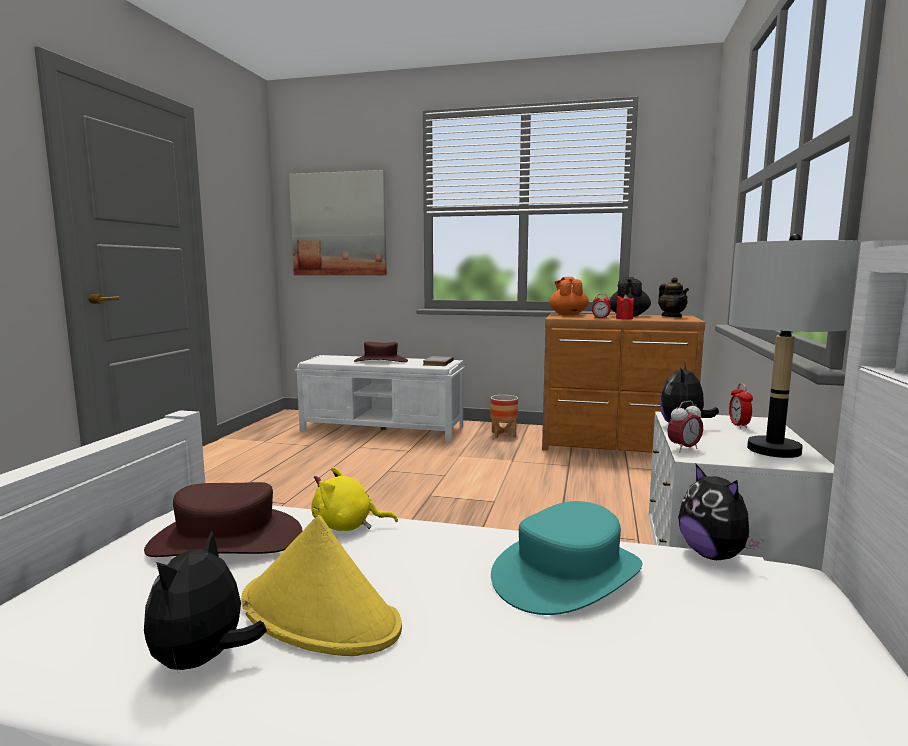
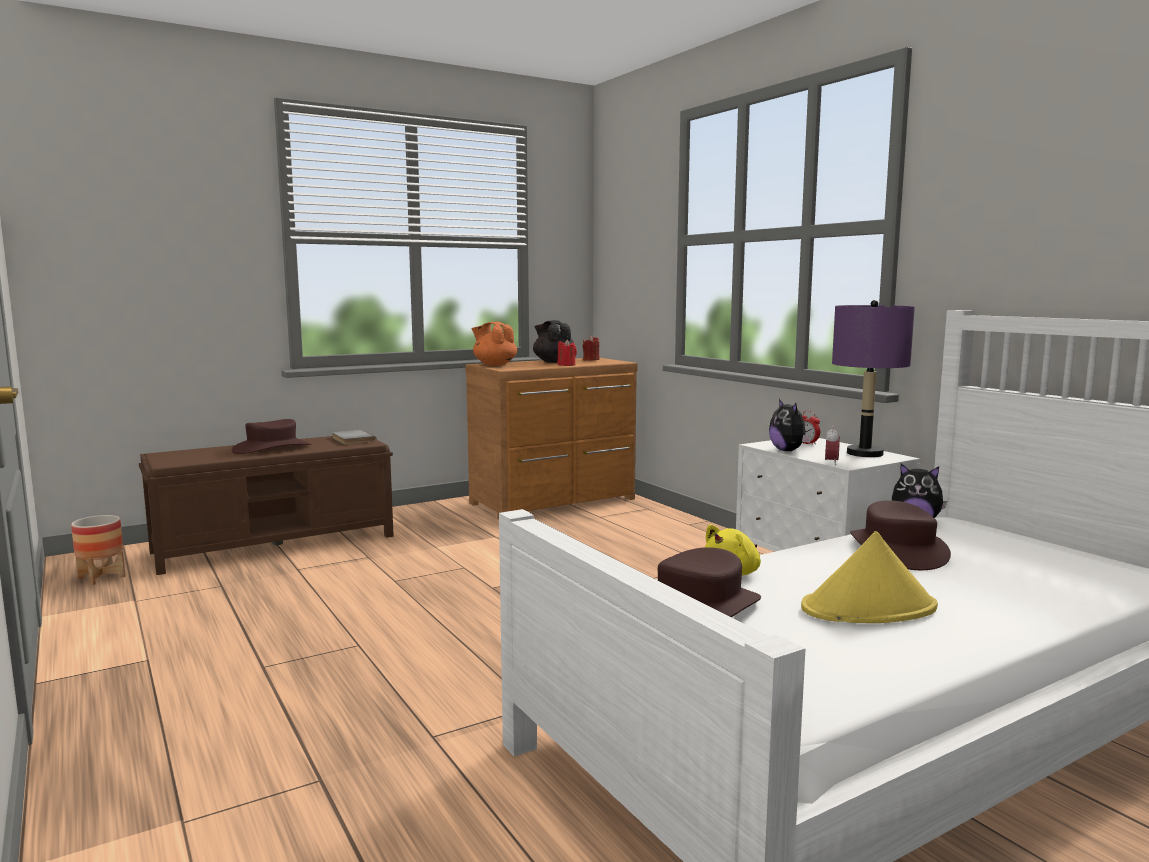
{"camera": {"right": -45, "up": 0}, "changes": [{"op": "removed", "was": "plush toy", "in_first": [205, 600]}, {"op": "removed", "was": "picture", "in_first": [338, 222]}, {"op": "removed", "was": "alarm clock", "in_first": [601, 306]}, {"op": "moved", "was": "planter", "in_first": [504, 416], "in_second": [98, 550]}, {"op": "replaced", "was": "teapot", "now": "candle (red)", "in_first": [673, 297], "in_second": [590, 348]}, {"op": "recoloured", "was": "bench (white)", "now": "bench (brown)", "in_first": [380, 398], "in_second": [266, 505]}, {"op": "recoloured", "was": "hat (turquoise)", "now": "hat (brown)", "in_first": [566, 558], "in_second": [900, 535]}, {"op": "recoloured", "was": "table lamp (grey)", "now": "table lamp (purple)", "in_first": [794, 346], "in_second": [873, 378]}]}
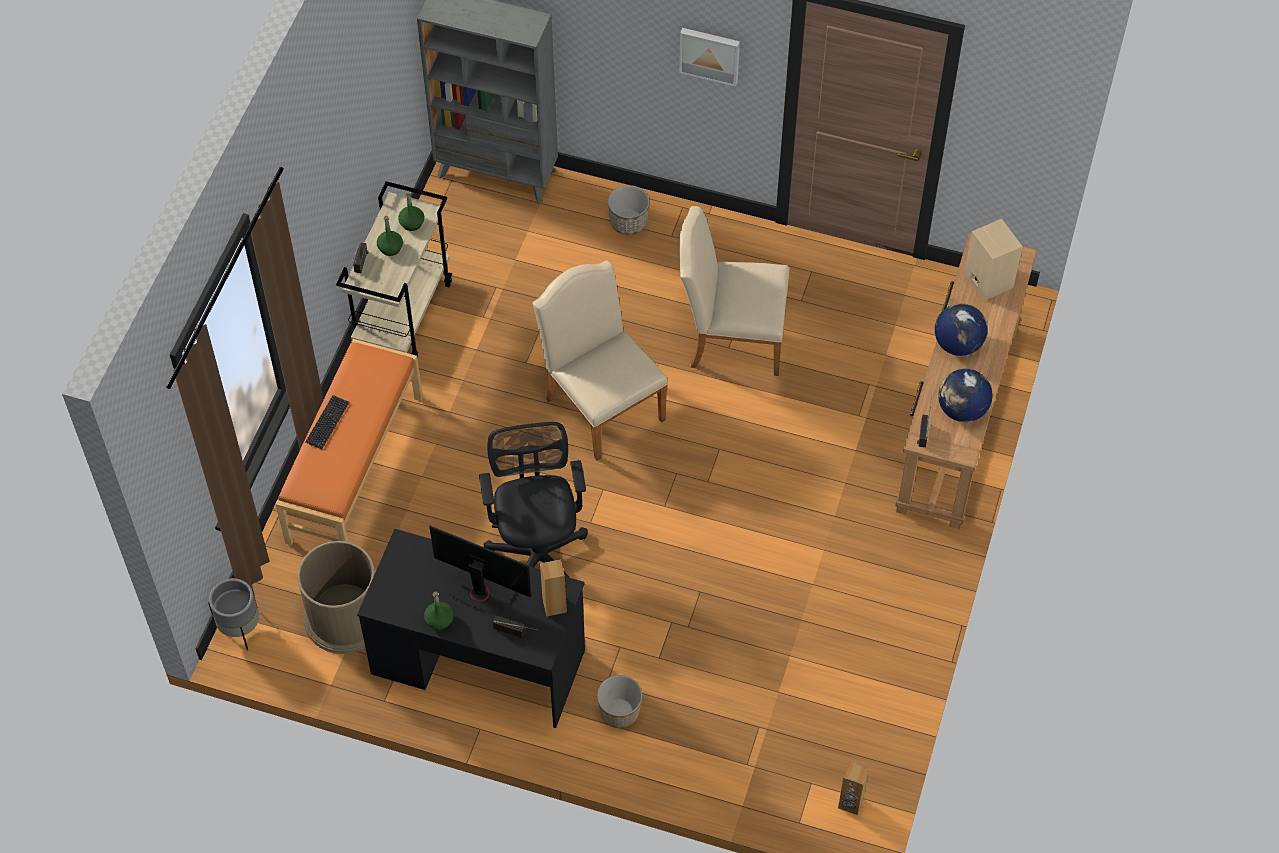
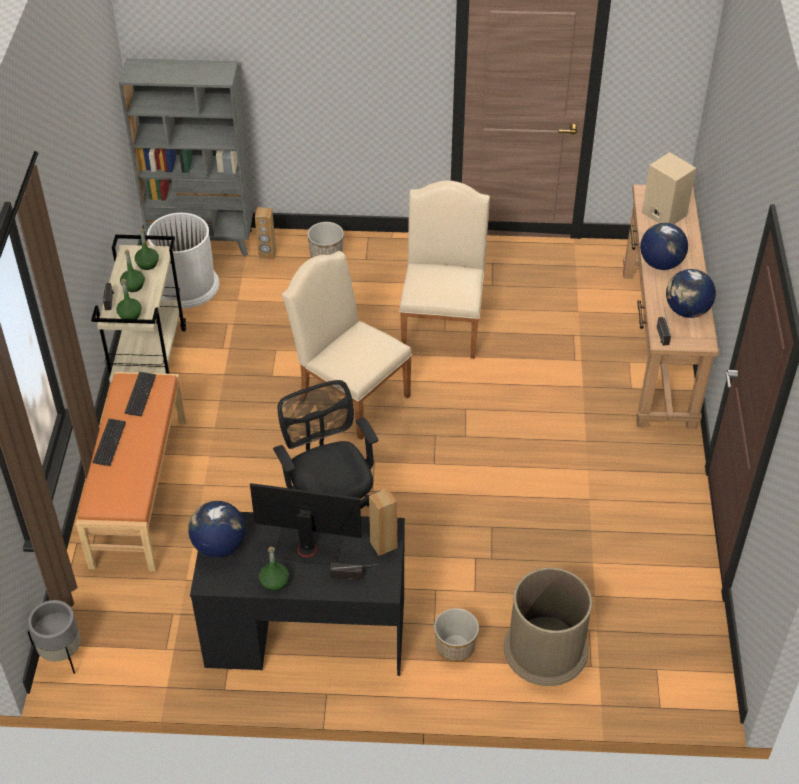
{"camera": {"right": -15, "up": -10}, "changes": [{"op": "removed", "was": "picture", "in_first": [709, 57]}, {"op": "added", "now": "bottle (green)", "in_second": [129, 299]}, {"op": "added", "now": "keyboard", "in_second": [140, 394]}, {"op": "added", "now": "trash can (white)", "in_second": [183, 260]}, {"op": "added", "now": "globe", "in_second": [216, 529]}, {"op": "moved", "was": "trash can (brown)", "in_first": [336, 597], "in_second": [548, 627]}, {"op": "moved", "was": "speaker (brown)", "in_first": [853, 788], "in_second": [265, 233]}, {"op": "turned", "was": "chair (beige)", "in_first": [734, 291], "in_second": [444, 270], "clockwise": 105}]}
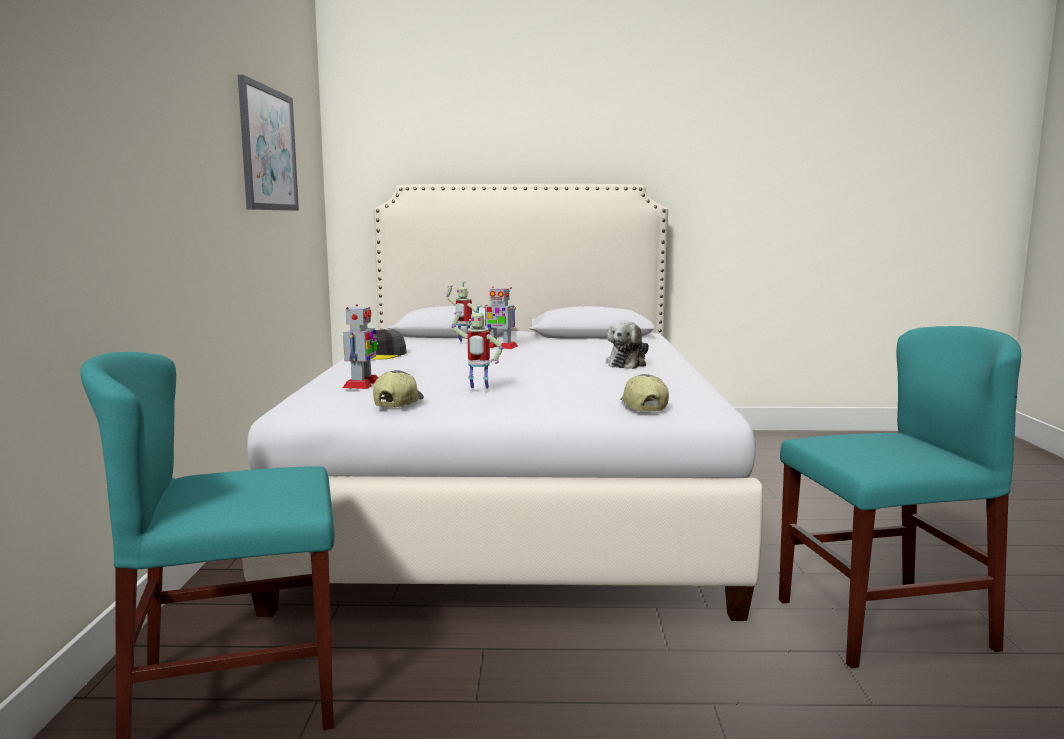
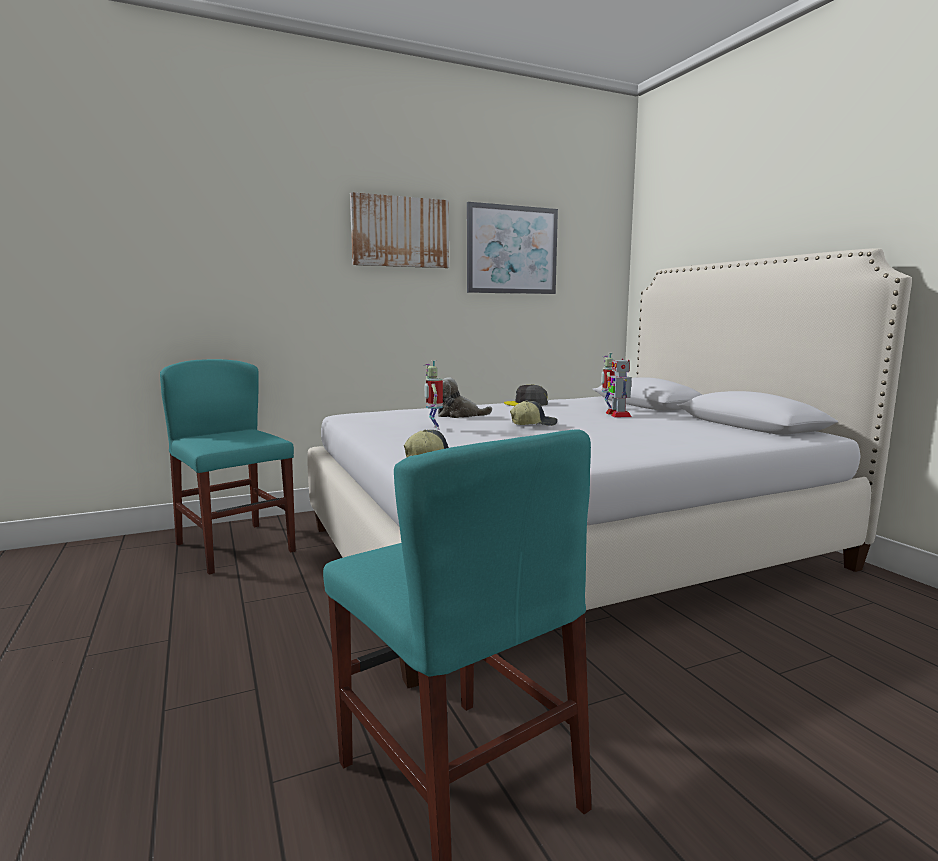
{"camera": {"right": 65, "up": 0}, "changes": [{"op": "removed", "was": "toy robot", "in_first": [360, 346]}, {"op": "added", "now": "picture", "in_second": [399, 230]}, {"op": "moved", "was": "cap", "in_first": [398, 388], "in_second": [533, 413]}, {"op": "moved", "was": "plush toy", "in_first": [627, 345], "in_second": [465, 398]}]}
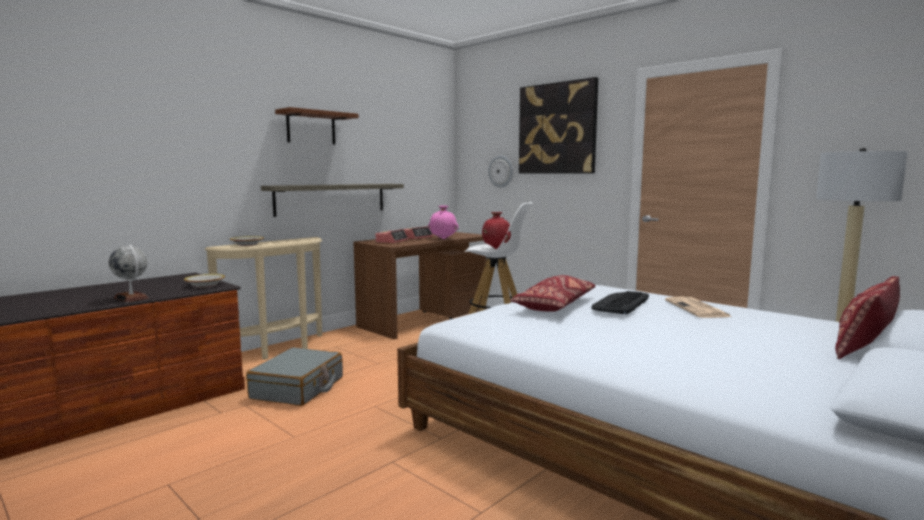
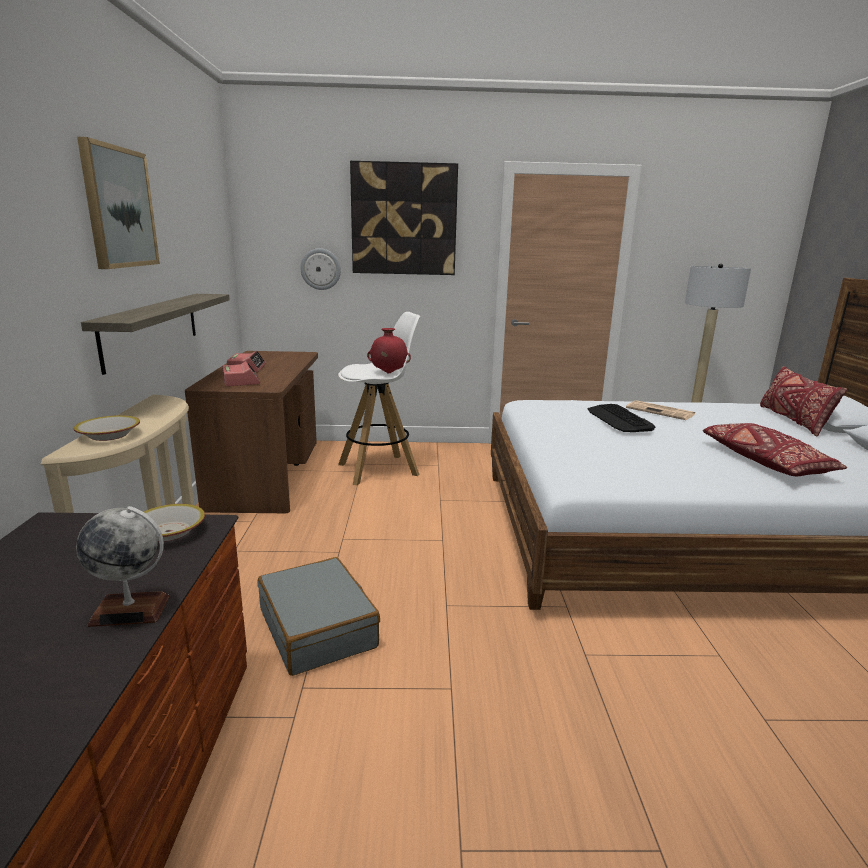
{"camera": {"right": -45, "up": 10}, "changes": [{"op": "removed", "was": "vase (pink)", "in_first": [443, 222]}, {"op": "moved", "was": "pillow (red)", "in_first": [553, 293], "in_second": [775, 449]}, {"op": "replaced", "was": "shelf (brown)", "now": "picture", "in_first": [317, 125], "in_second": [118, 203]}]}
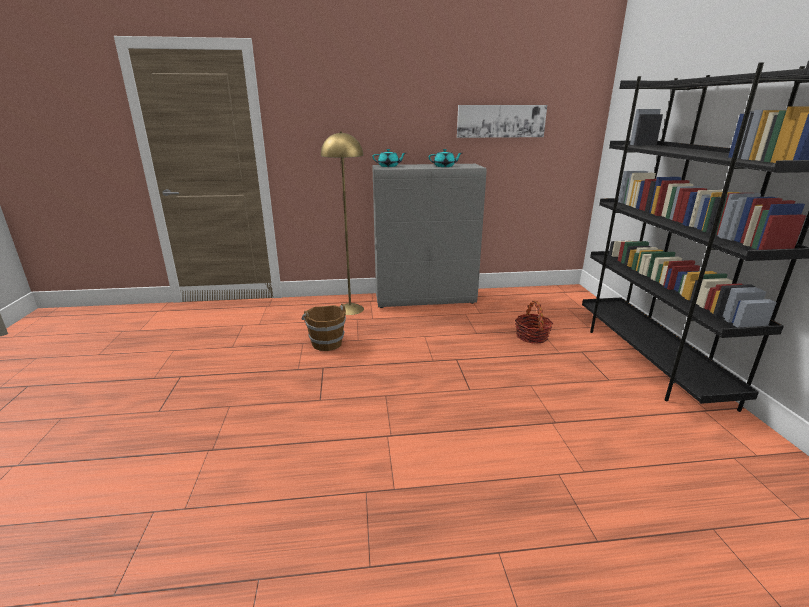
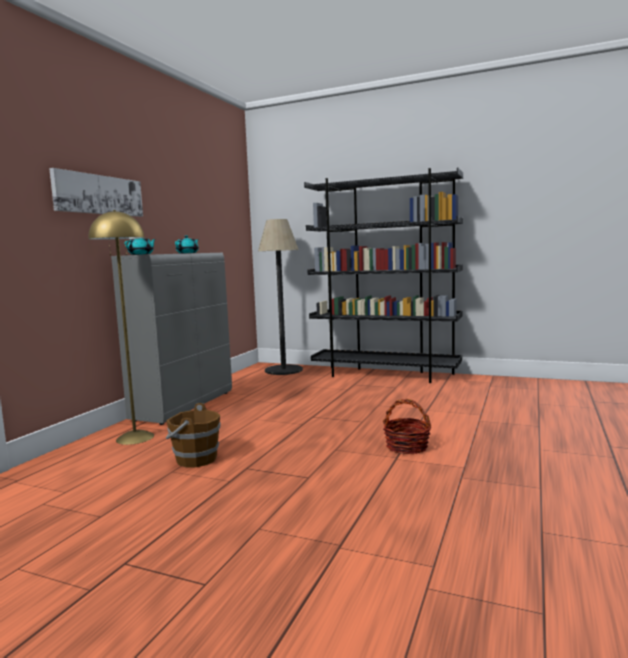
{"camera": {"right": -60, "up": -15}, "changes": [{"op": "added", "now": "floor lamp", "in_second": [280, 297]}, {"op": "moved", "was": "picture", "in_first": [502, 121], "in_second": [96, 192]}, {"op": "moved", "was": "basket", "in_first": [534, 322], "in_second": [407, 426]}]}
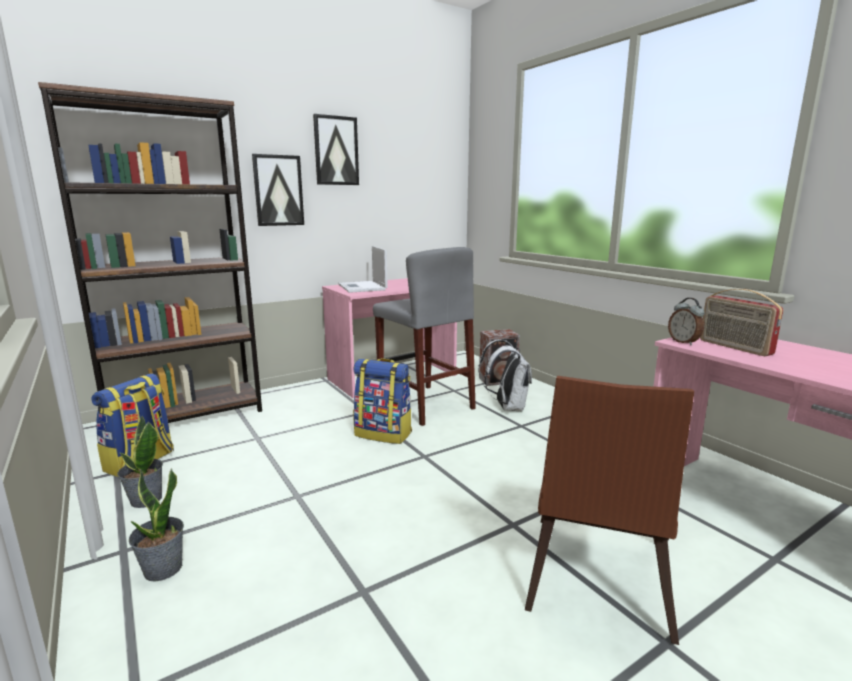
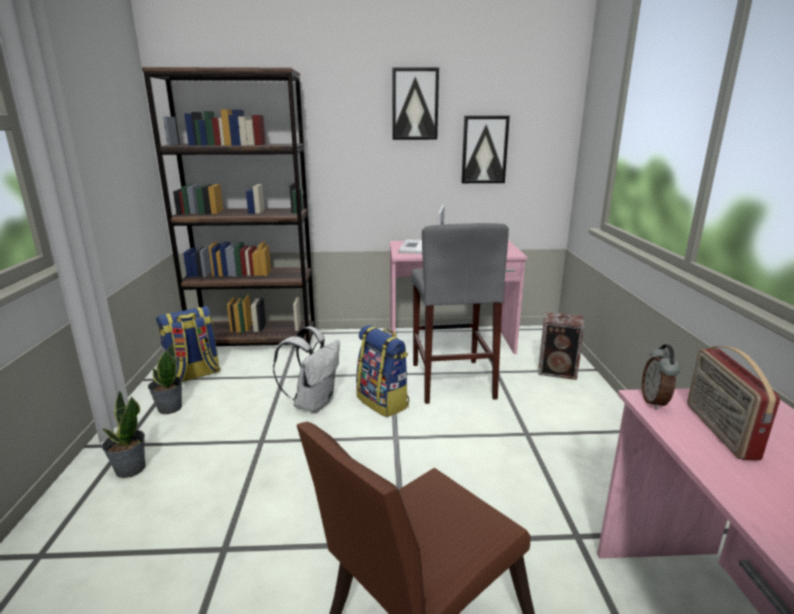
{"camera": {"right": 30, "up": 5}, "changes": [{"op": "moved", "was": "picture", "in_first": [278, 190], "in_second": [485, 149]}, {"op": "moved", "was": "backpack (white)", "in_first": [505, 375], "in_second": [306, 369]}]}
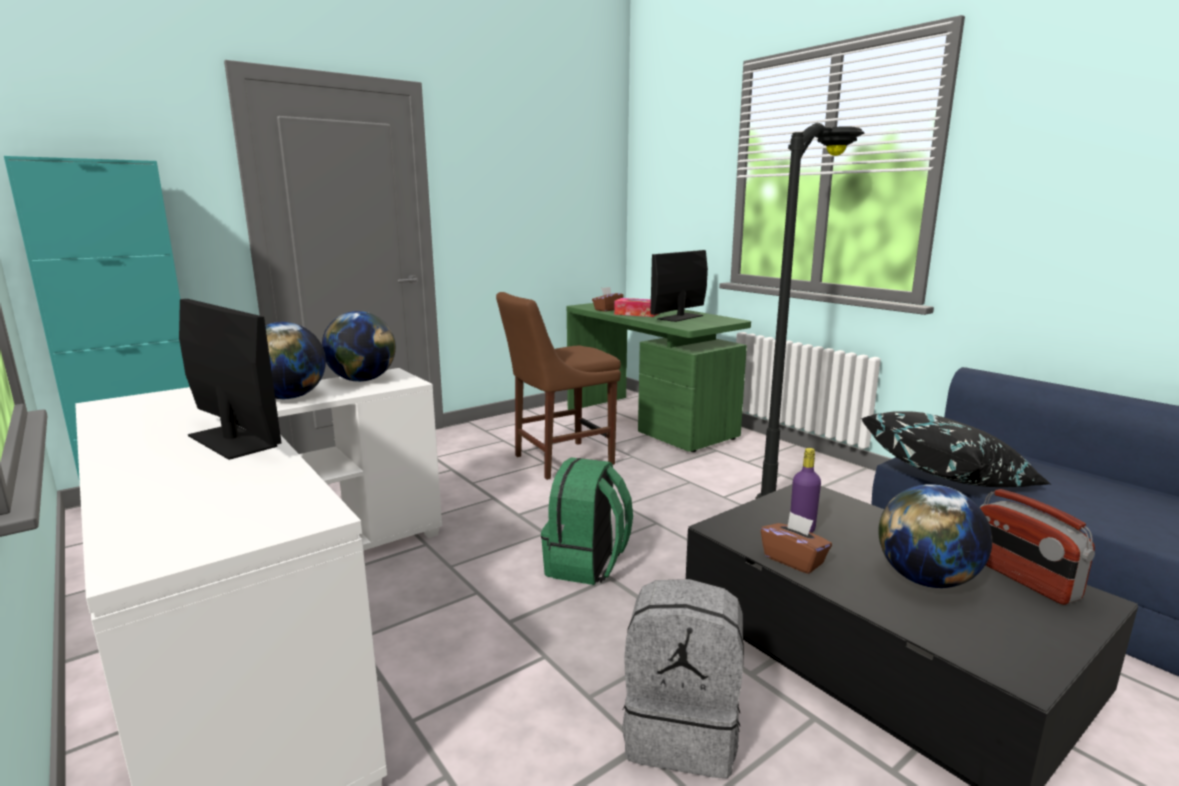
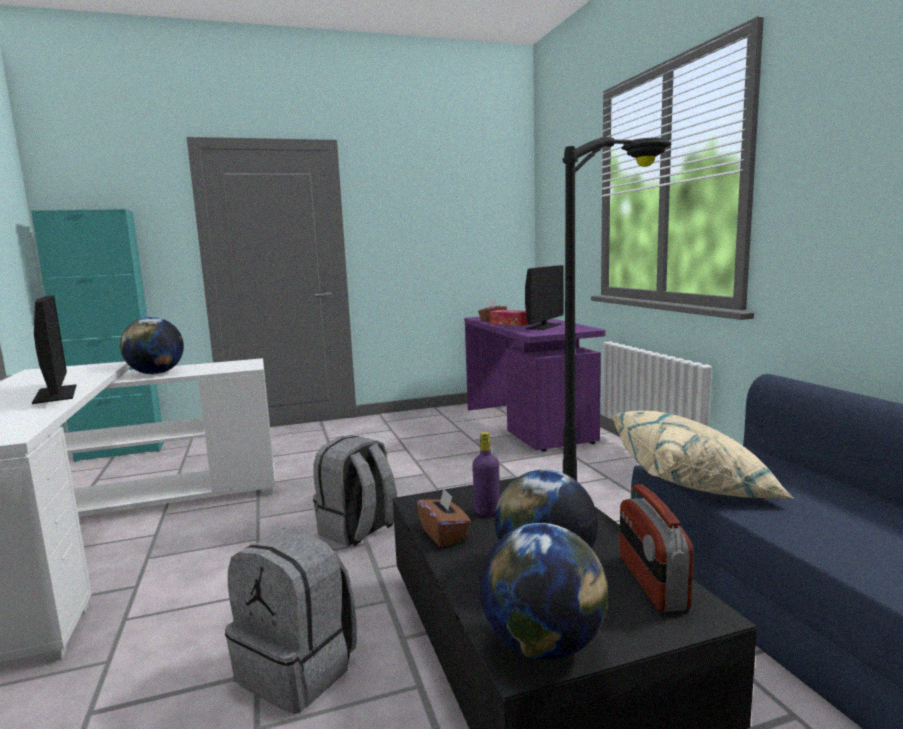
{"camera": {"right": 20, "up": -5}, "changes": [{"op": "removed", "was": "chair (brown)", "in_first": [558, 386]}, {"op": "moved", "was": "globe", "in_first": [359, 346], "in_second": [543, 591]}, {"op": "recoloured", "was": "backpack (green)", "now": "backpack (grey)", "in_first": [587, 521], "in_second": [355, 491]}, {"op": "recoloured", "was": "desk (green)", "now": "desk (purple)", "in_first": [658, 377], "in_second": [535, 384]}, {"op": "recoloured", "was": "pillow (black)", "now": "pillow (beige)", "in_first": [955, 449], "in_second": [703, 455]}, {"op": "turned", "was": "monitor", "in_first": [679, 286], "in_second": [544, 297], "clockwise": 150}]}
